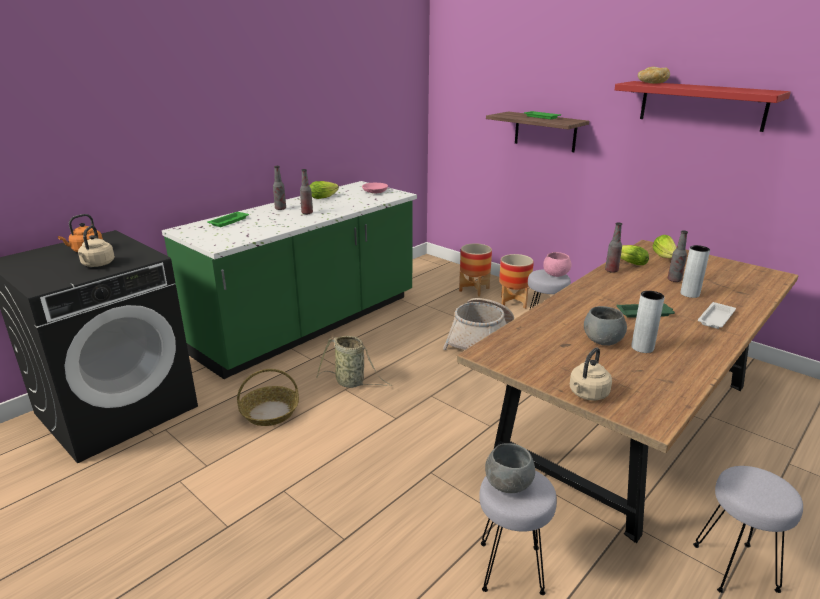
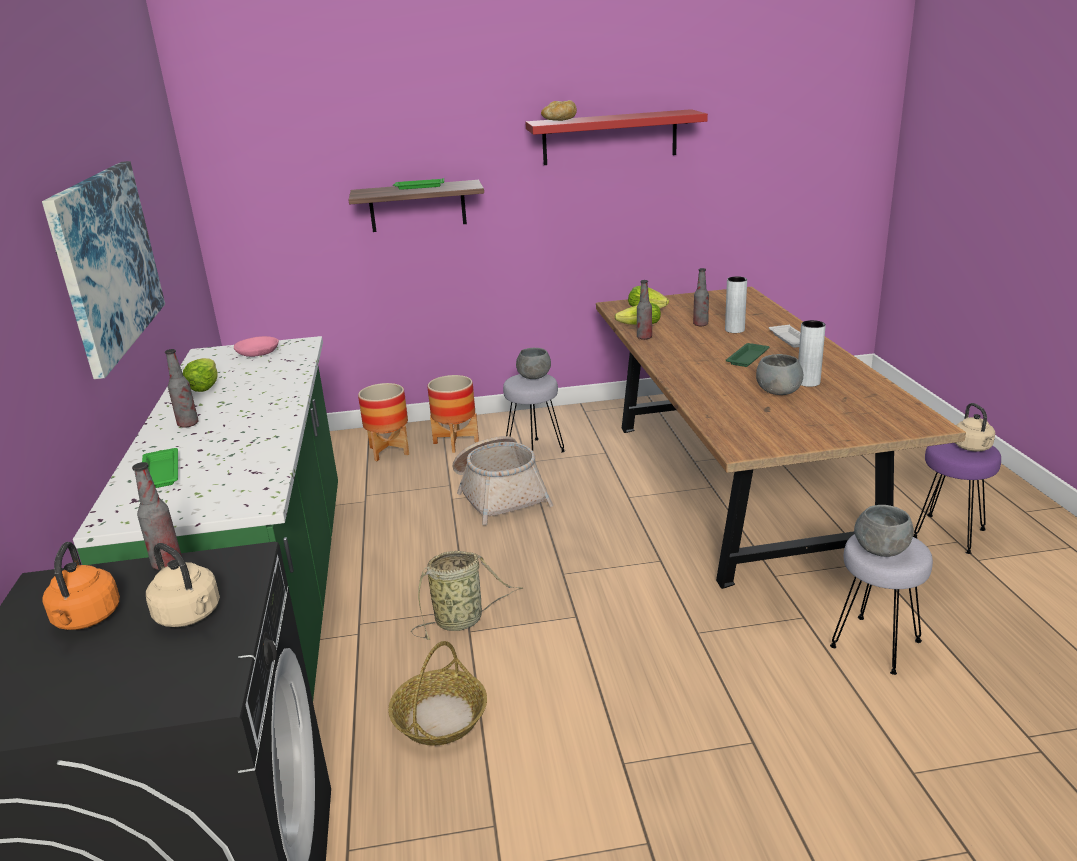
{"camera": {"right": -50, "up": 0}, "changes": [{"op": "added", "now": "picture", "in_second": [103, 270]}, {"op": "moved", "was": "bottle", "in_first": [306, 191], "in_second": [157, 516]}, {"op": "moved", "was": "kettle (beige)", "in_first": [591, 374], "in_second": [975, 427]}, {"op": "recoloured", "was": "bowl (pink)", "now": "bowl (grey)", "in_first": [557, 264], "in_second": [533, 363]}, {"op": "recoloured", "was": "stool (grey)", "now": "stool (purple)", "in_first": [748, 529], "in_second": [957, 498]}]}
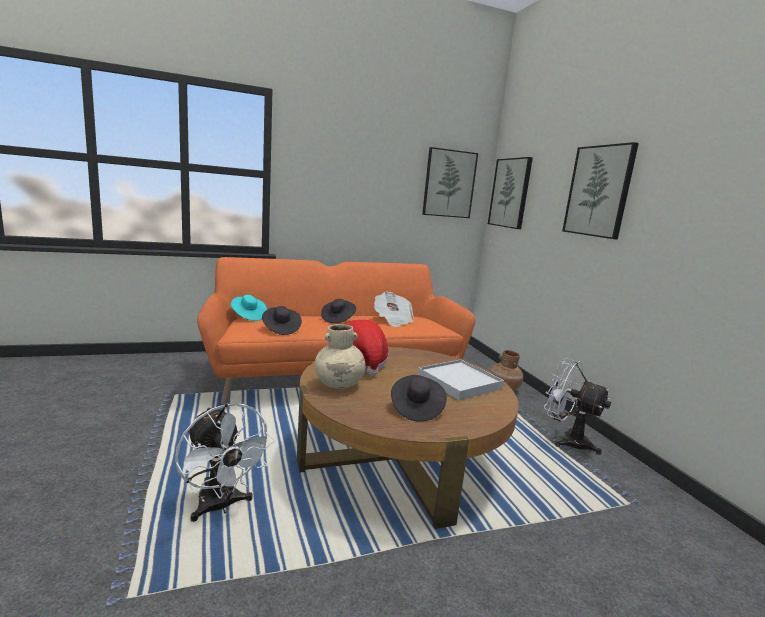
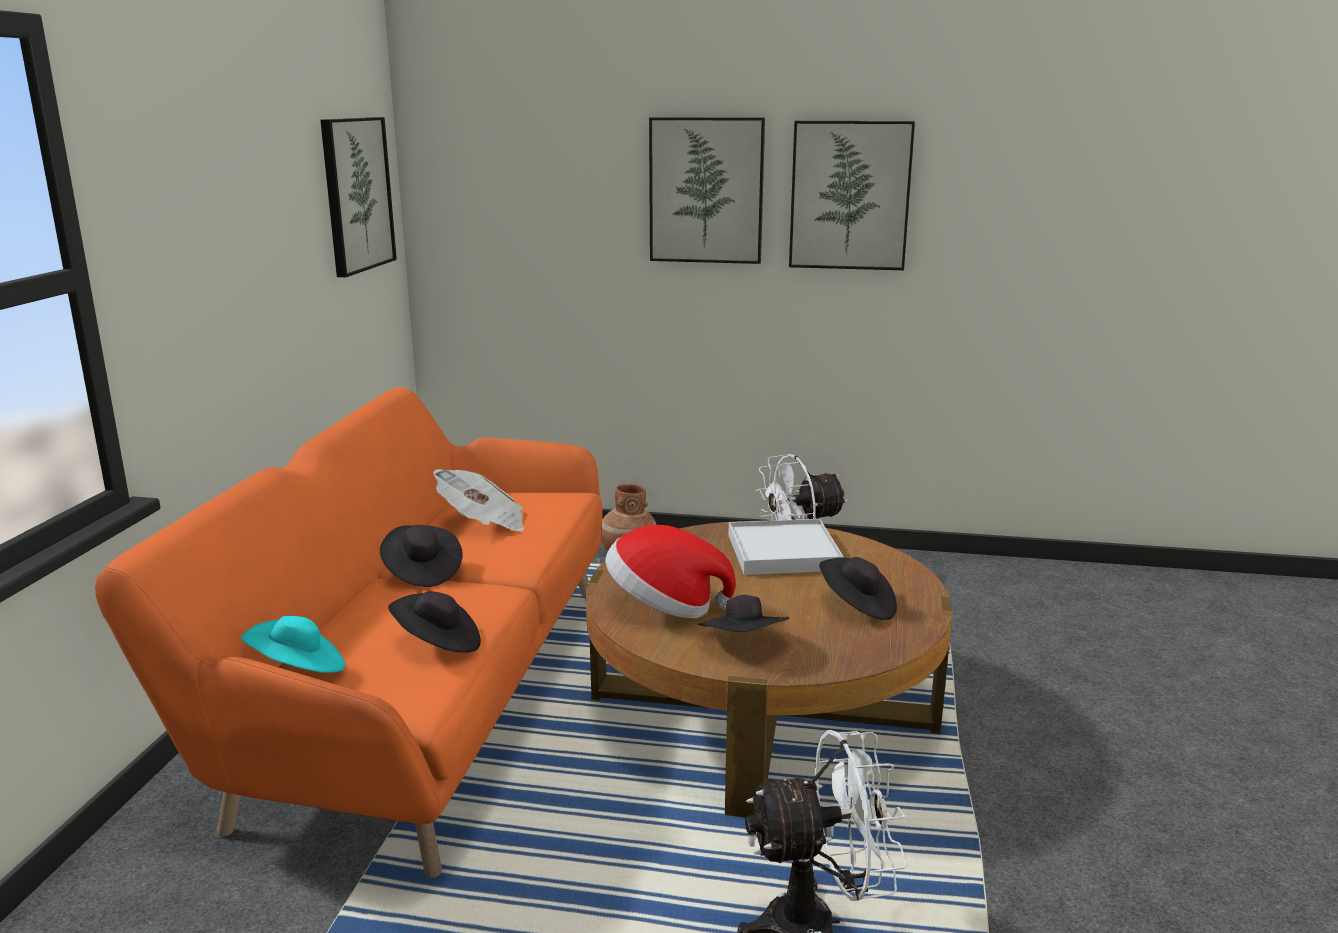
{"camera": {"right": -60, "up": 5}, "changes": [{"op": "moved", "was": "picture", "in_first": [510, 193], "in_second": [852, 195]}, {"op": "replaced", "was": "vase (beige)", "now": "hat (black)", "in_first": [340, 356], "in_second": [743, 613]}]}
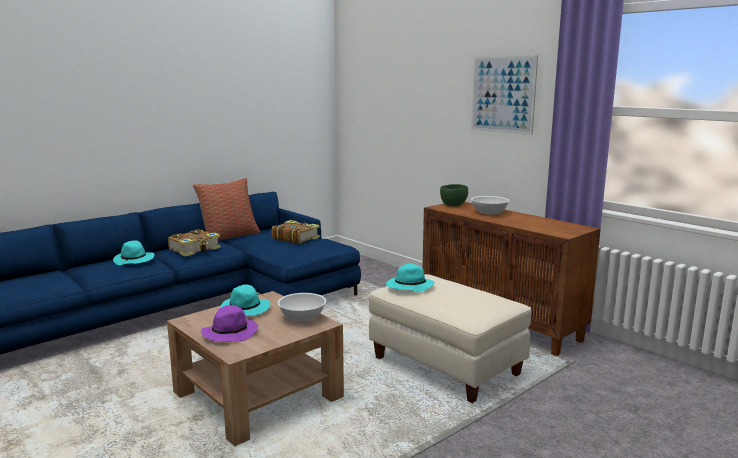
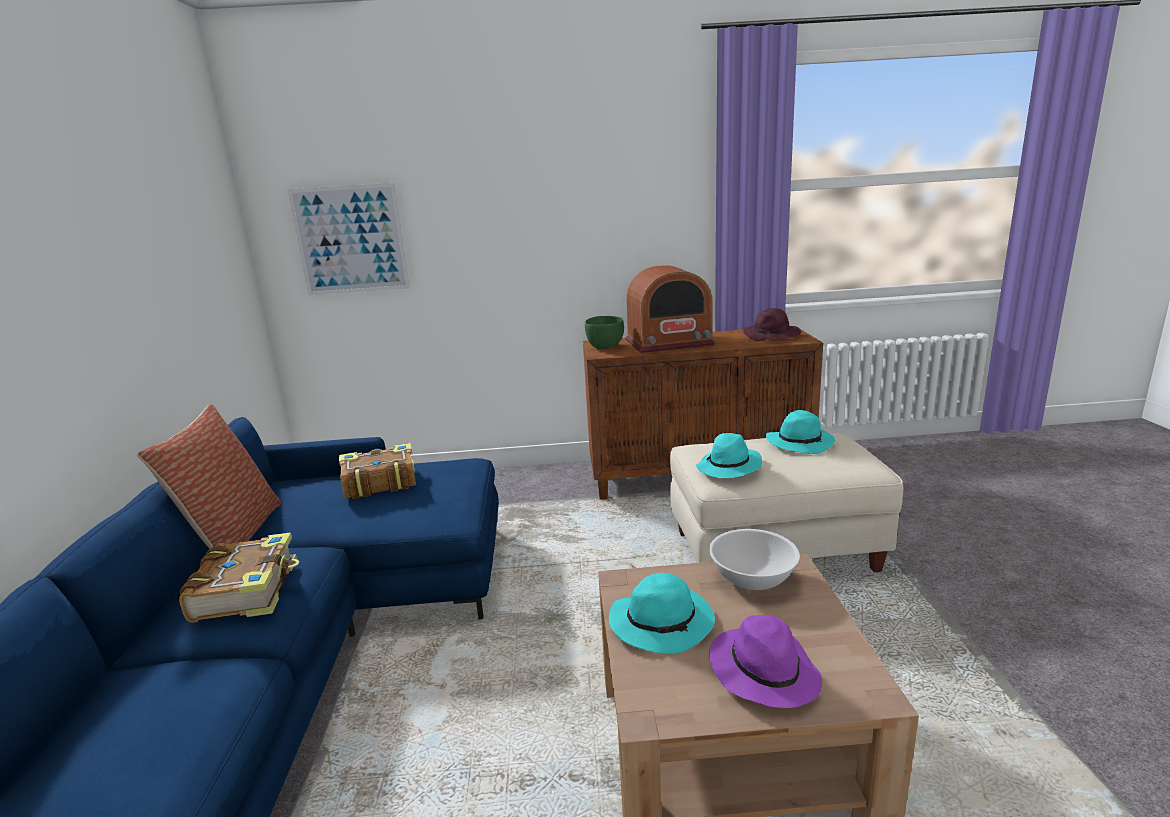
{"camera": {"right": -50, "up": 5}, "changes": [{"op": "added", "now": "hat (purple)", "in_second": [772, 324]}, {"op": "moved", "was": "hat (turquoise)", "in_first": [133, 252], "in_second": [800, 432]}, {"op": "moved", "was": "picture", "in_first": [504, 95], "in_second": [349, 239]}, {"op": "replaced", "was": "bowl (white)", "now": "radio", "in_first": [490, 205], "in_second": [670, 309]}]}
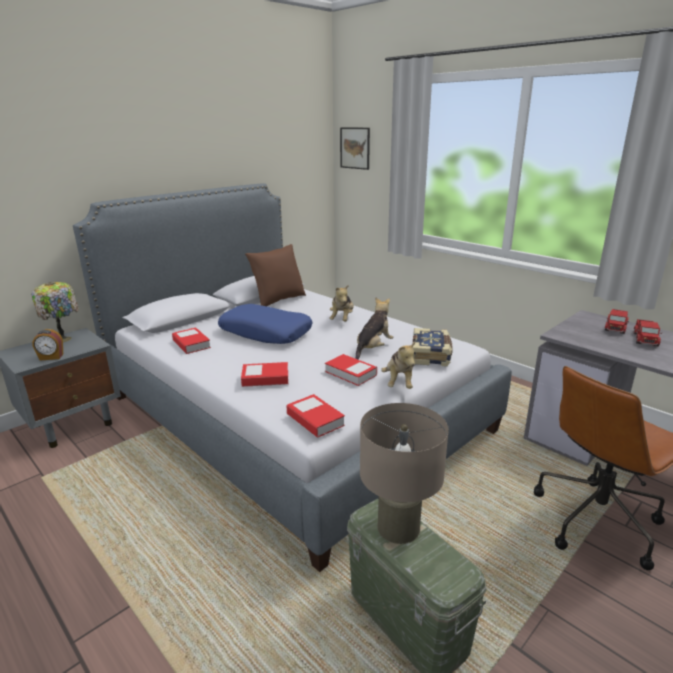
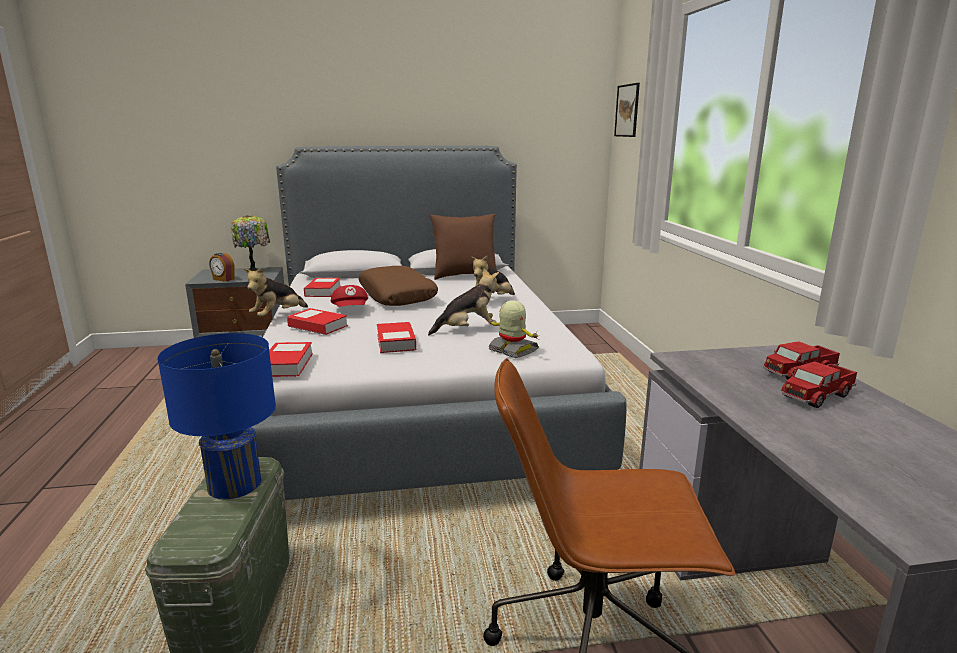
{"camera": {"right": 35, "up": -5}, "changes": [{"op": "added", "now": "cap (red)", "in_second": [349, 296]}, {"op": "moved", "was": "plush toy", "in_first": [398, 365], "in_second": [276, 292]}, {"op": "replaced", "was": "book", "now": "toy robot", "in_first": [432, 347], "in_second": [512, 329]}, {"op": "recoloured", "was": "pillow (blue)", "now": "pillow (brown)", "in_first": [265, 324], "in_second": [398, 286]}, {"op": "recoloured", "was": "table lamp (beige)", "now": "table lamp (blue)", "in_first": [404, 473], "in_second": [216, 416]}]}
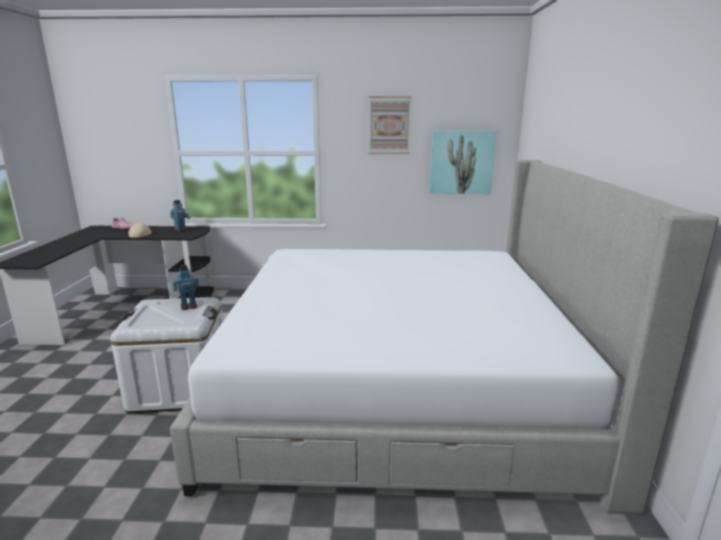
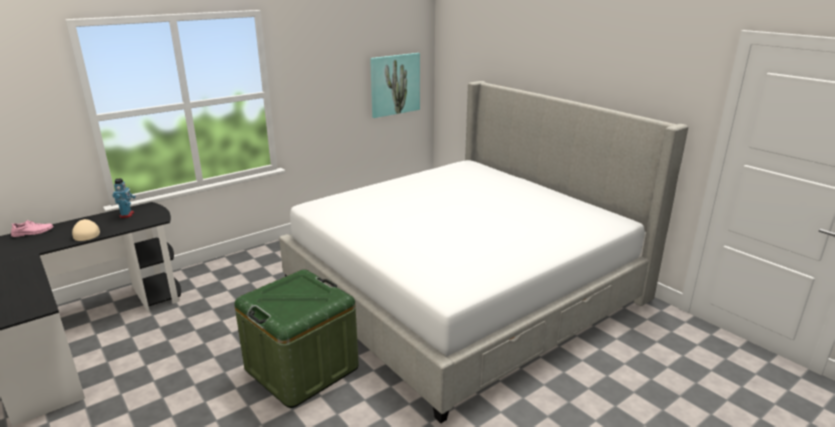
{"camera": {"right": -40, "up": 5}, "changes": [{"op": "removed", "was": "toy robot", "in_first": [186, 287]}, {"op": "removed", "was": "picture", "in_first": [389, 125]}, {"op": "recoloured", "was": "storage box (white)", "now": "storage box (green)", "in_first": [166, 355], "in_second": [297, 338]}]}
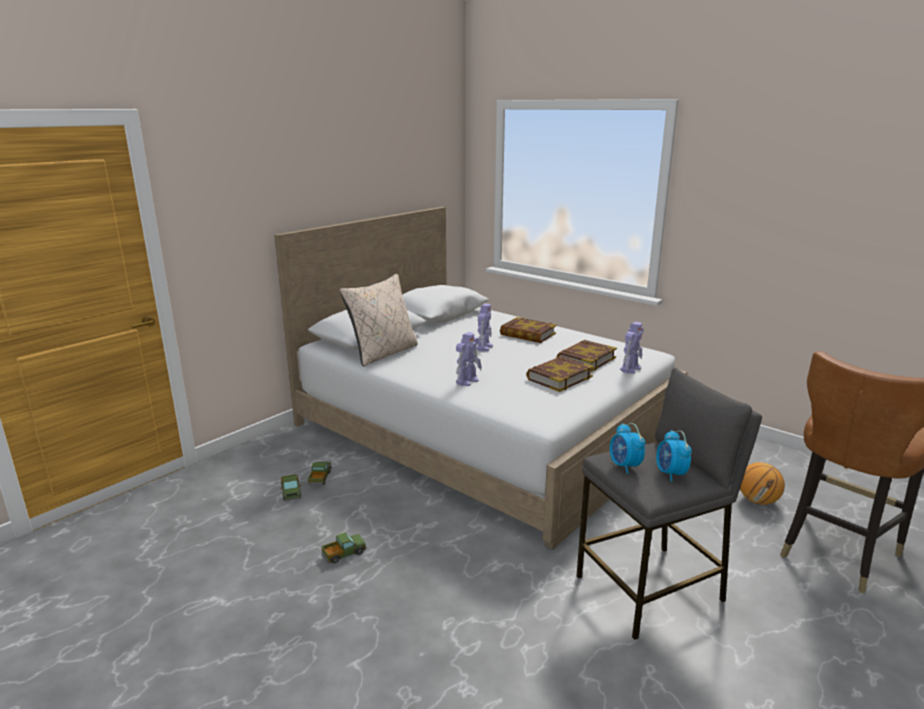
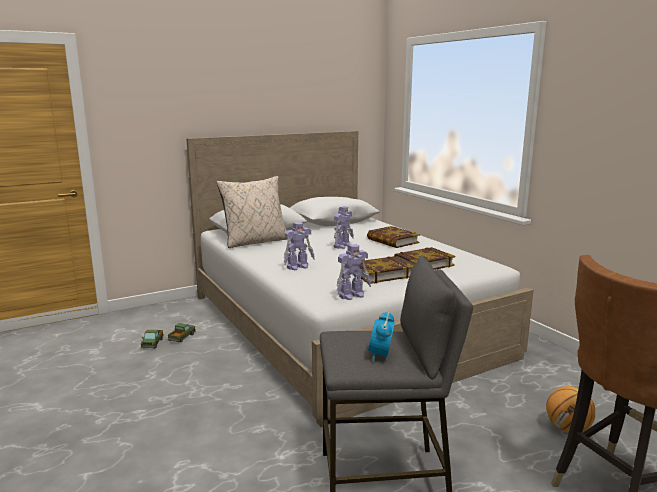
{"camera": {"right": 20, "up": -5}, "changes": [{"op": "removed", "was": "toy truck", "in_first": [343, 547]}, {"op": "removed", "was": "alarm clock", "in_first": [628, 448]}, {"op": "moved", "was": "toy robot", "in_first": [632, 348], "in_second": [354, 272]}]}
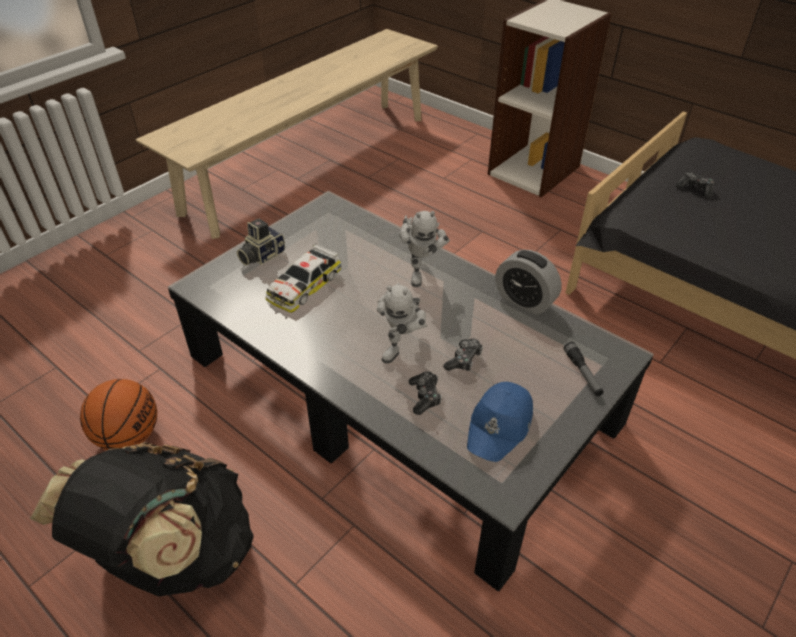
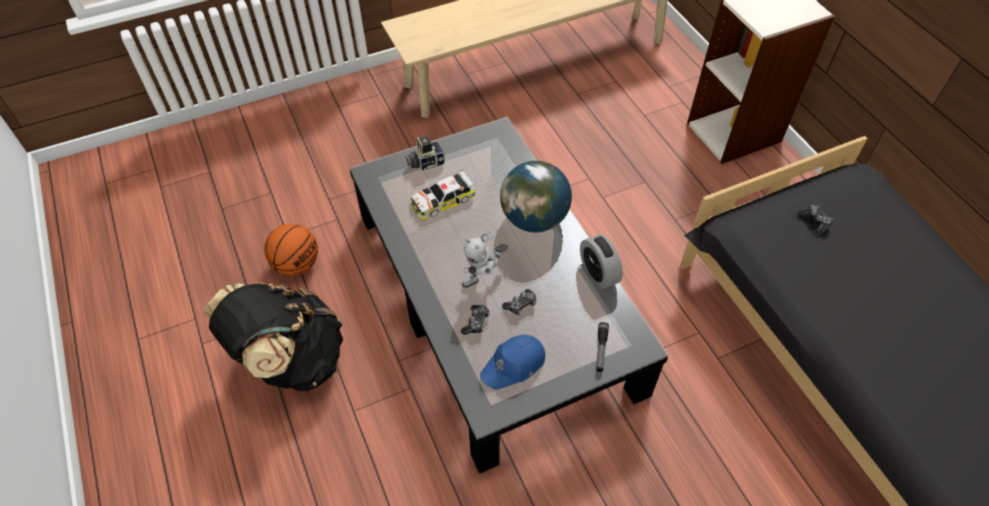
{"camera": {"right": 25, "up": 10}, "changes": [{"op": "replaced", "was": "toy robot", "now": "globe", "in_first": [424, 249], "in_second": [536, 196]}]}
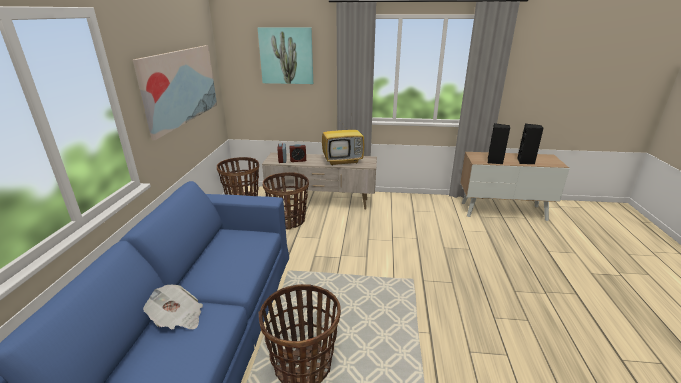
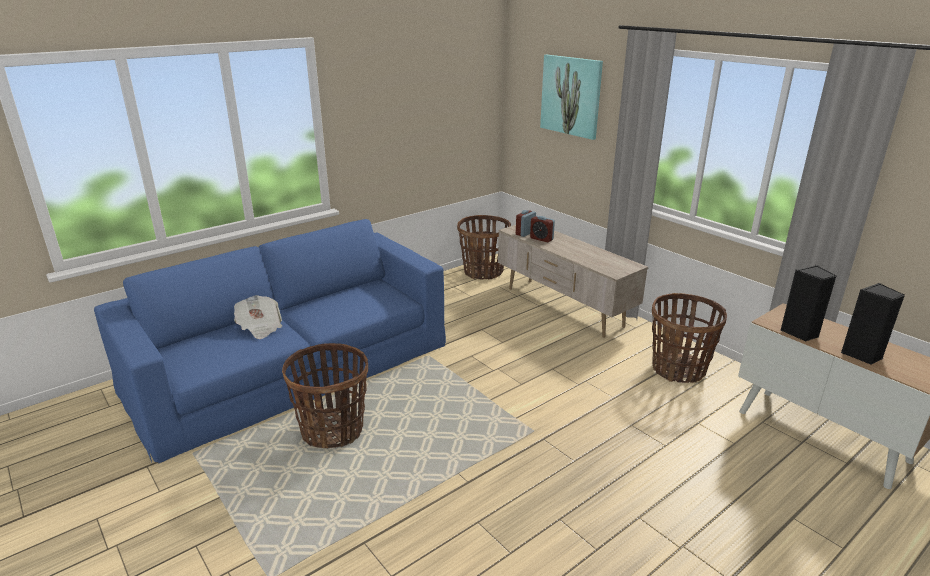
{"camera": {"right": 45, "up": 0}, "changes": [{"op": "removed", "was": "picture", "in_first": [175, 92]}, {"op": "removed", "was": "television", "in_first": [343, 142]}, {"op": "moved", "was": "basket", "in_first": [285, 201], "in_second": [689, 338]}]}
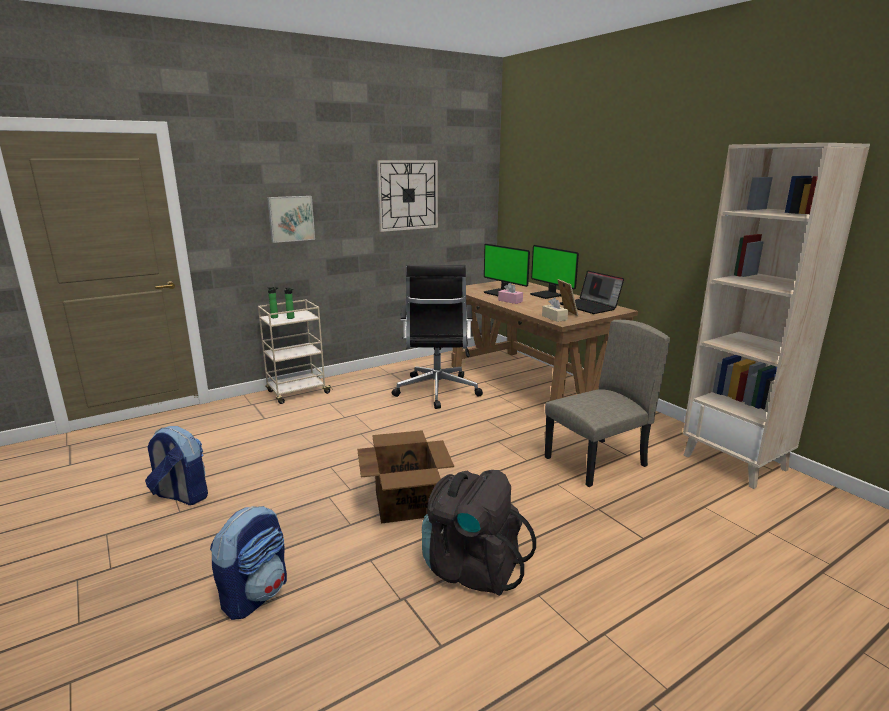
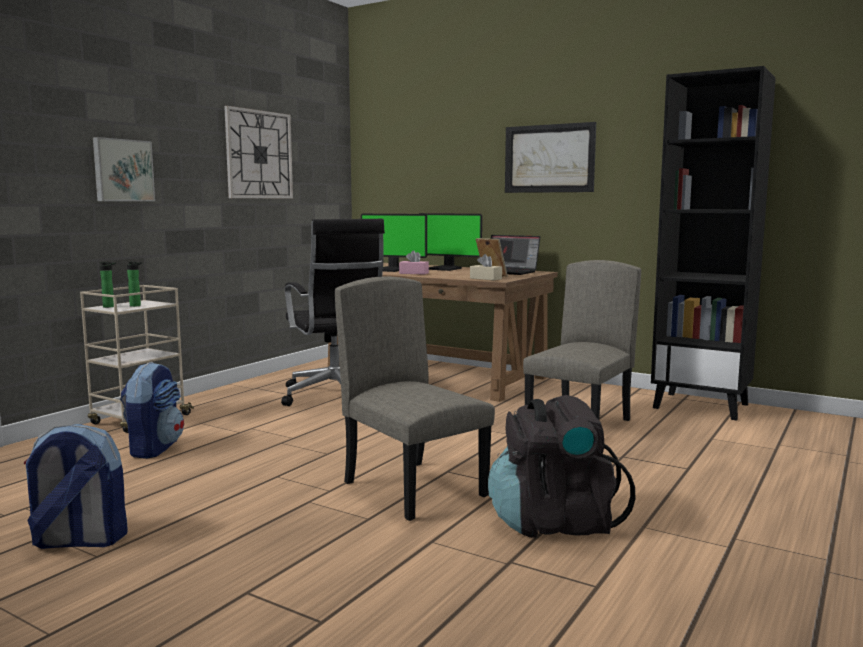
{"camera": {"right": -25, "up": -10}, "changes": [{"op": "added", "now": "picture", "in_second": [550, 157]}, {"op": "moved", "was": "backpack", "in_first": [248, 563], "in_second": [152, 410]}, {"op": "replaced", "was": "cardboard box", "now": "chair (beige)", "in_first": [405, 477], "in_second": [415, 399]}, {"op": "recoloured", "was": "bookcase (beige)", "now": "bookcase (black)", "in_first": [776, 316], "in_second": [713, 243]}]}
